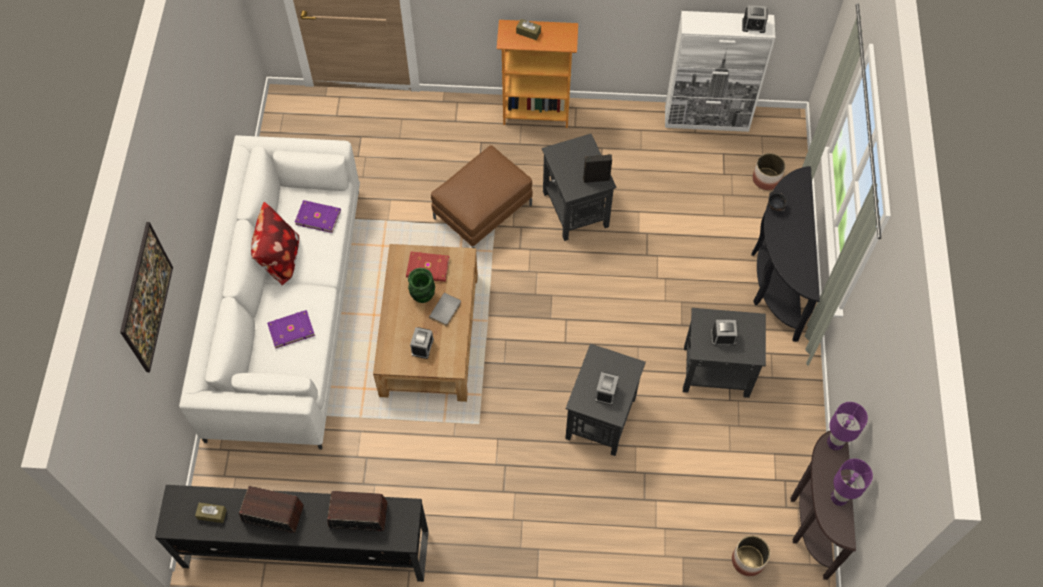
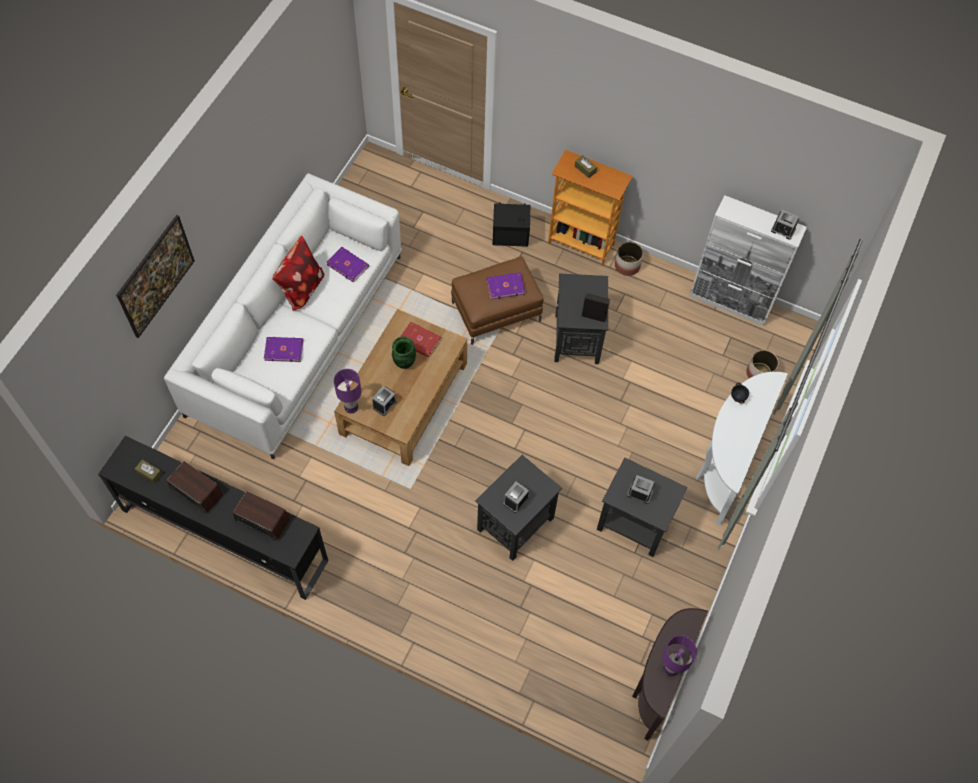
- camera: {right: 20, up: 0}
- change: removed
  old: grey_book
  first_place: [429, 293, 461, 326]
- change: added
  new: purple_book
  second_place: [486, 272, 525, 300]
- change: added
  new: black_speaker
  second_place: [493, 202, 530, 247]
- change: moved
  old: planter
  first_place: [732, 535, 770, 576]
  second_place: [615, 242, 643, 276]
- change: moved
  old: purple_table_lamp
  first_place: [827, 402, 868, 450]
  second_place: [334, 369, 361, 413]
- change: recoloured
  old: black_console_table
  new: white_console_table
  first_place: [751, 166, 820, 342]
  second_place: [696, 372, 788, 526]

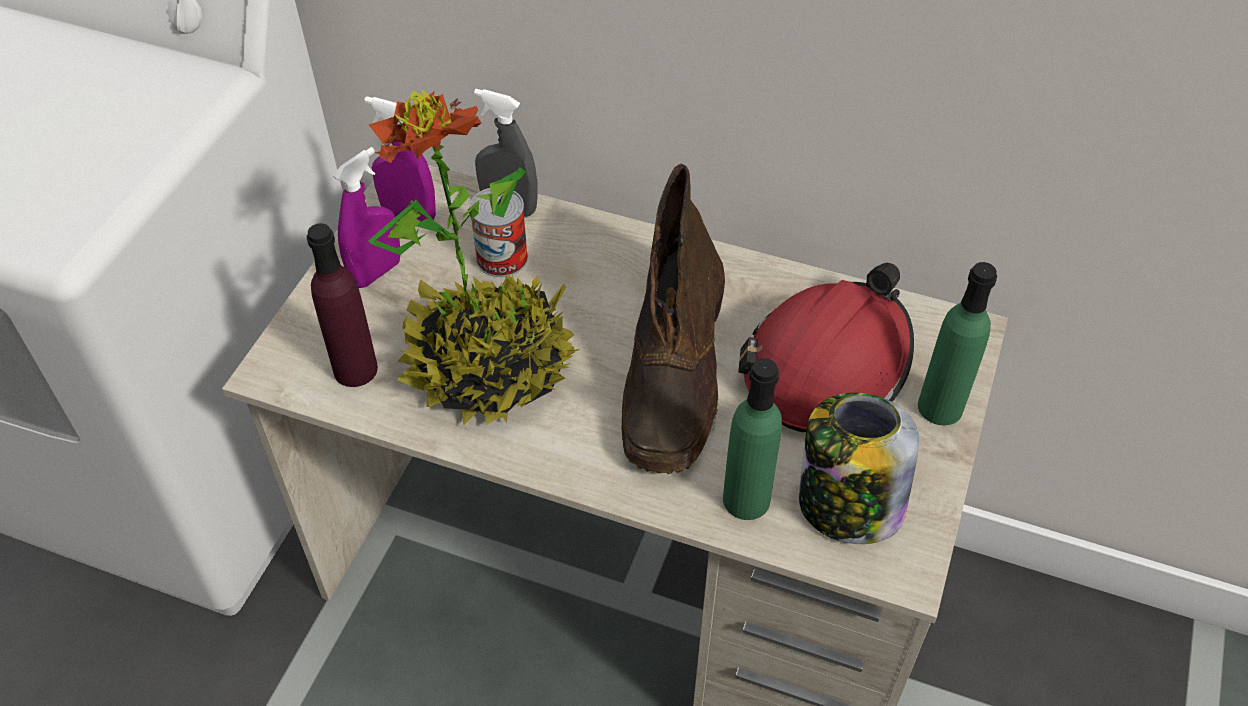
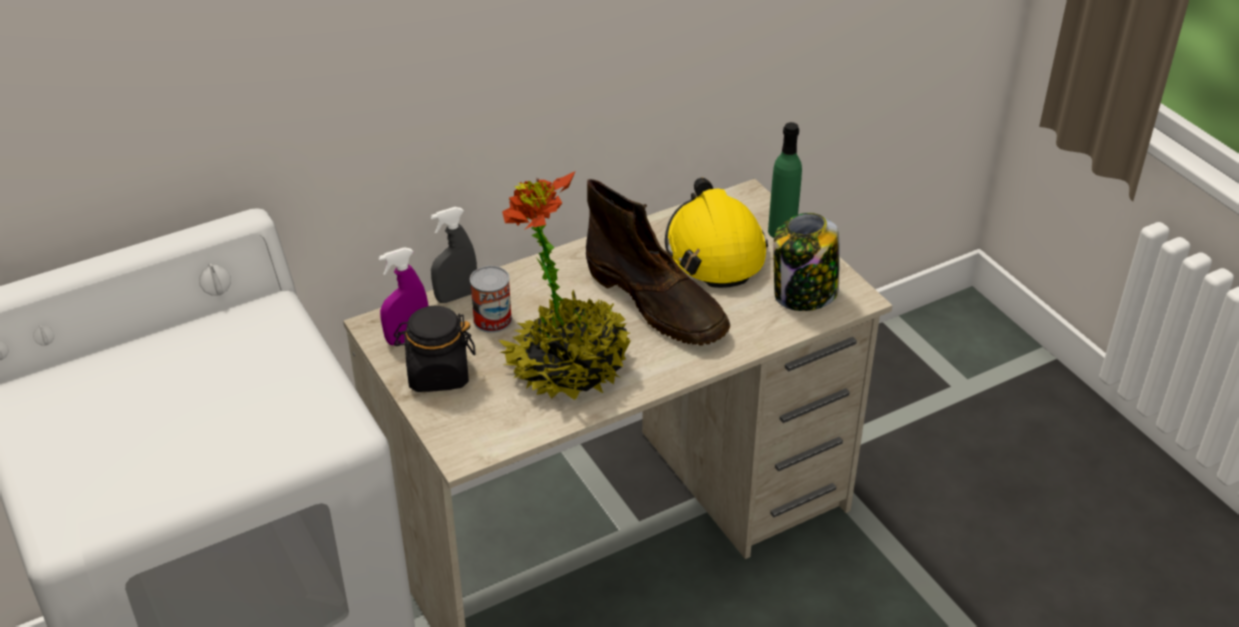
- camera: {right: -50, up: -10}
- change: removed
  old: purple_bottle
  first_place: [307, 223, 378, 387]
- change: removed
  old: green_bottle
  first_place: [723, 358, 782, 520]
- change: replaced
  old: purple_spray_bottle
  new: black_jar
  first_place: [333, 147, 400, 288]
  second_place: [394, 306, 476, 392]
- change: recoloured
  old: red_hard_hat
  new: yellow_hard_hat
  first_place: [738, 263, 914, 432]
  second_place: [665, 178, 768, 288]

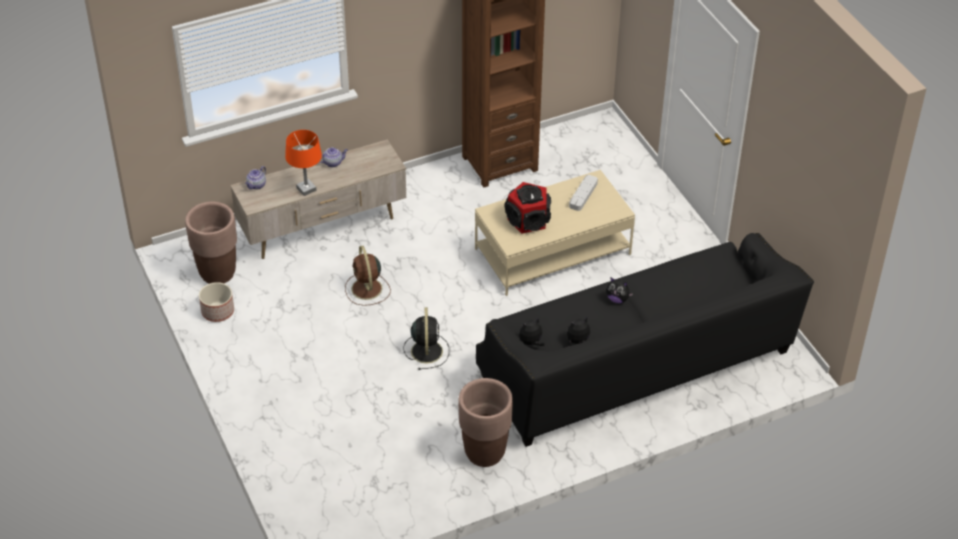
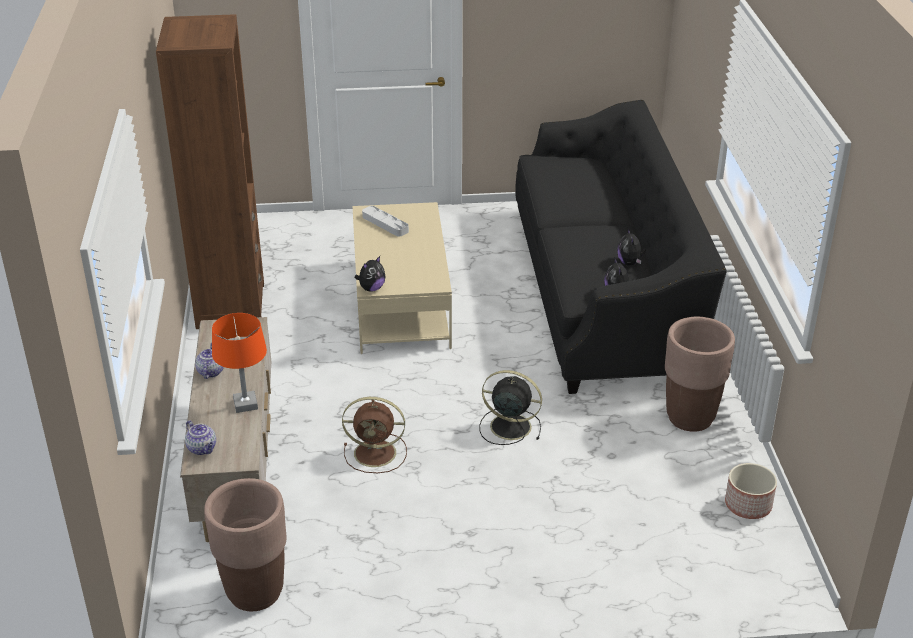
- camera: {right: -70, up: -10}
- change: removed
  old: speaker
  first_place: [504, 182, 551, 233]
- change: moved
  old: planter
  first_place: [199, 282, 234, 322]
  second_place: [725, 463, 777, 519]
- change: moved
  old: plush_toy
  first_place: [606, 278, 633, 303]
  second_place: [354, 256, 385, 292]

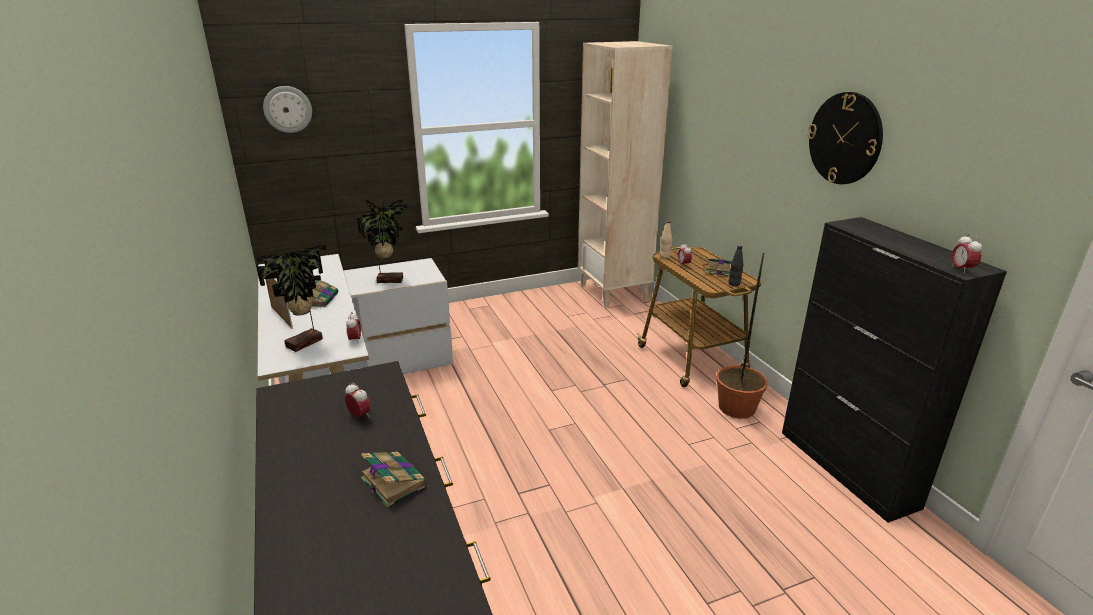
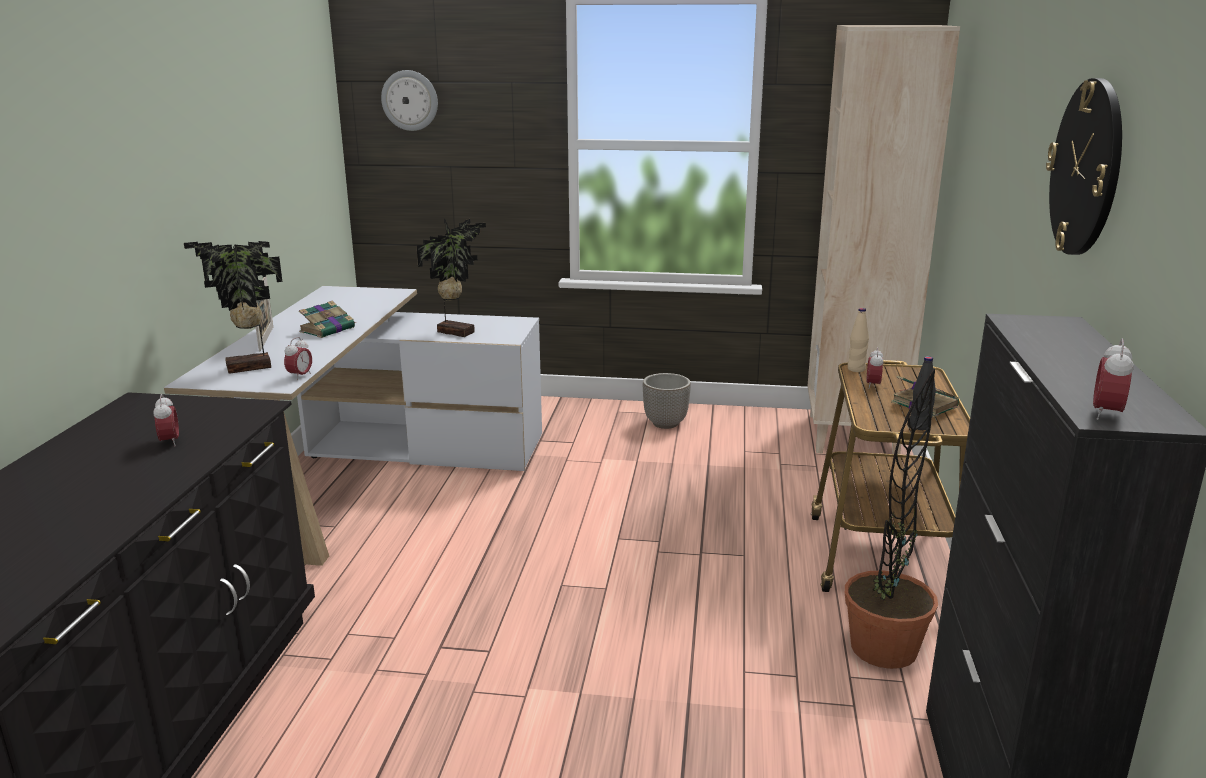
- camera: {right: 30, up: -5}
- change: removed
  old: book
  first_place: [361, 452, 427, 507]
- change: added
  new: planter
  second_place: [643, 373, 691, 429]

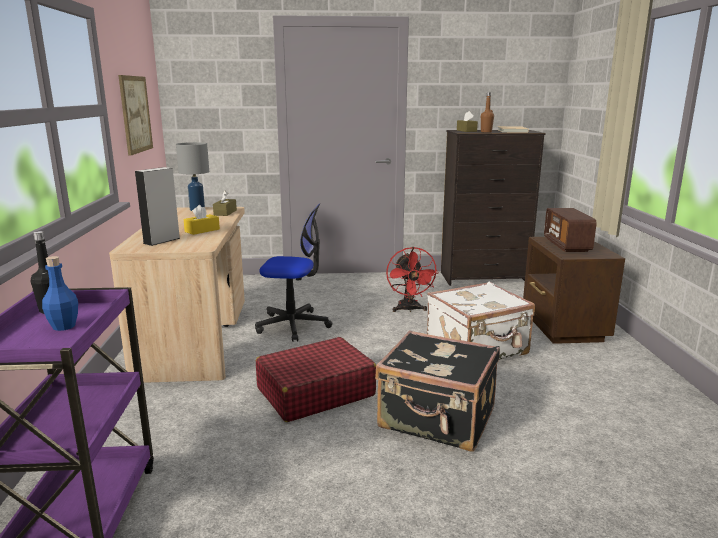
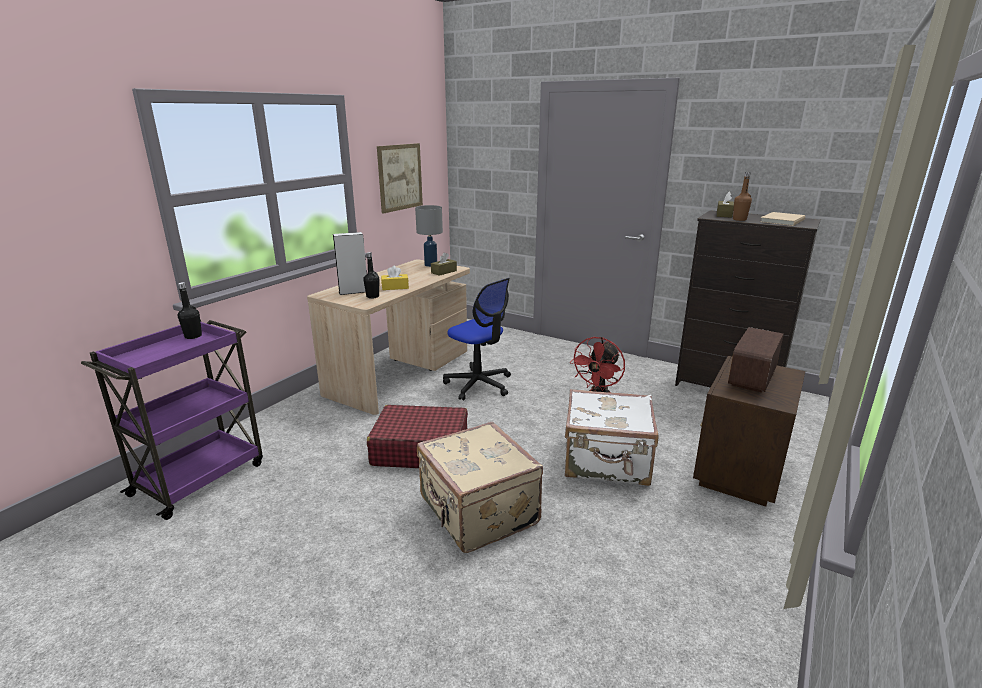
- camera: {right: 35, up: 5}
- change: removed
  old: blue_bottle
  first_place: [42, 256, 78, 331]
- change: added
  new: black_bottle
  second_place: [363, 252, 379, 298]
- change: recoloured
  old: black_suitcase
  new: beige_suitcase
  first_place: [375, 330, 500, 452]
  second_place: [417, 421, 543, 553]

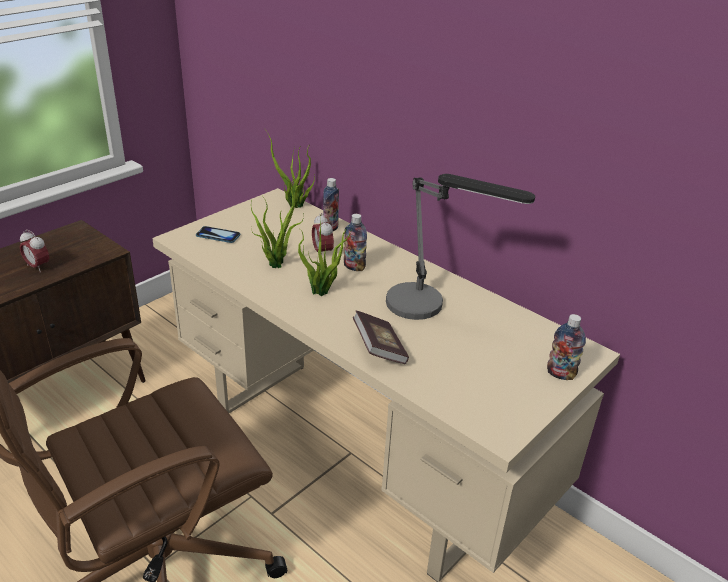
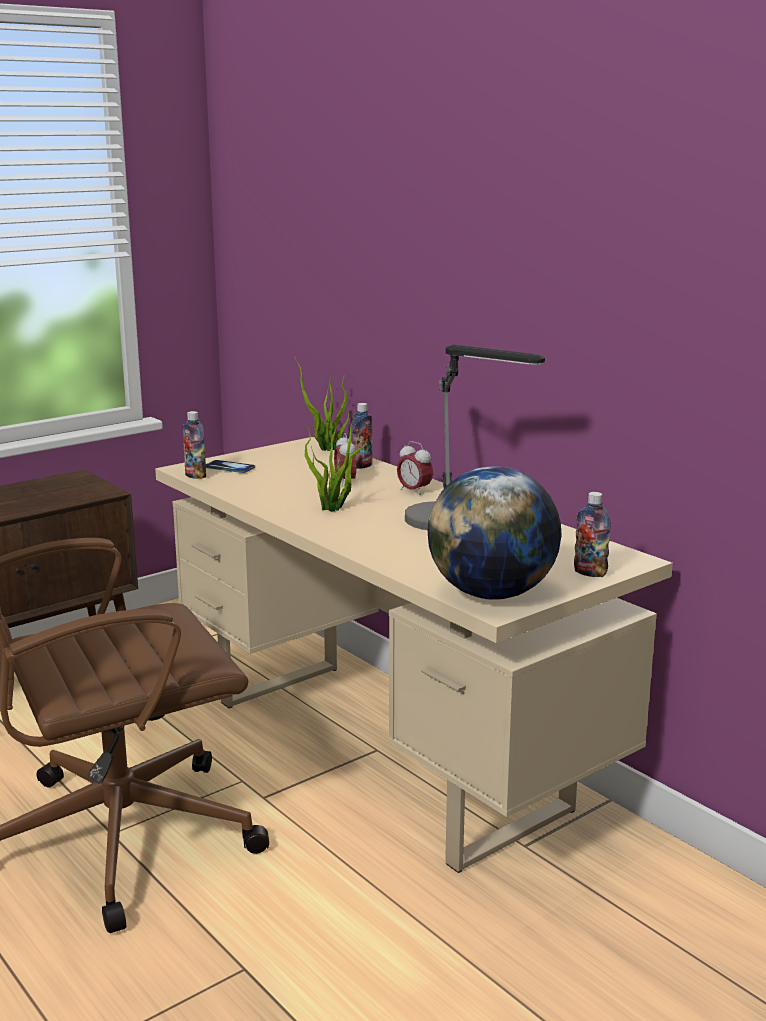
- camera: {right: 10, up: -15}
- change: removed
  old: potted_plant
  first_place: [251, 172, 304, 268]
- change: removed
  old: book
  first_place: [353, 311, 409, 364]
- change: added
  new: globe
  second_place: [428, 466, 562, 600]
- change: moved
  old: alarm_clock
  first_place: [20, 230, 49, 273]
  second_place: [397, 441, 433, 496]
- change: moved
  old: bottle
  first_place: [344, 214, 367, 271]
  second_place: [183, 411, 206, 479]

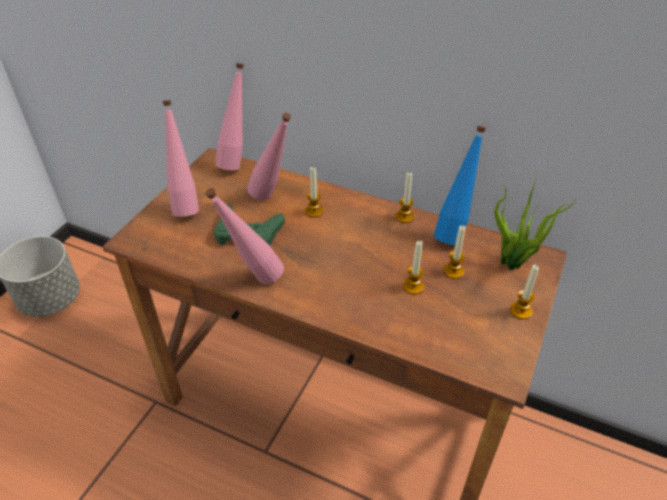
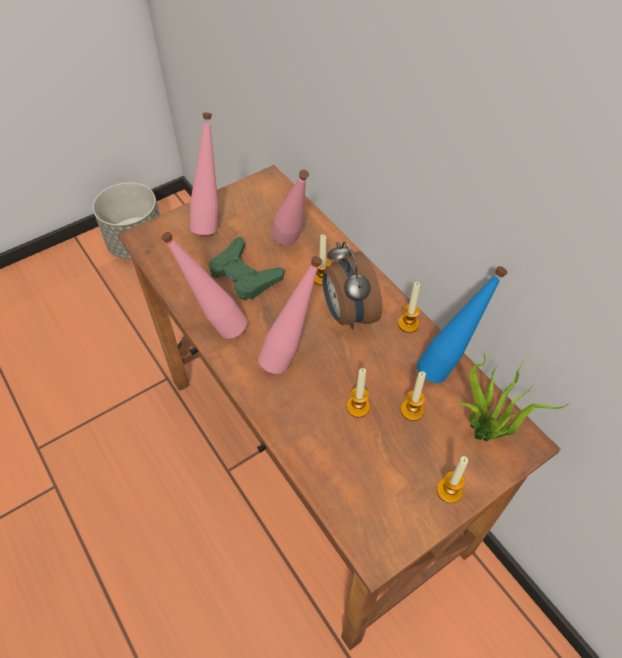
- camera: {right: 30, up: 10}
- change: added
  new: alarm_clock
  second_place: [322, 242, 382, 329]
- change: moved
  old: pink_bottle
  first_place: [215, 63, 244, 170]
  second_place: [258, 256, 323, 374]

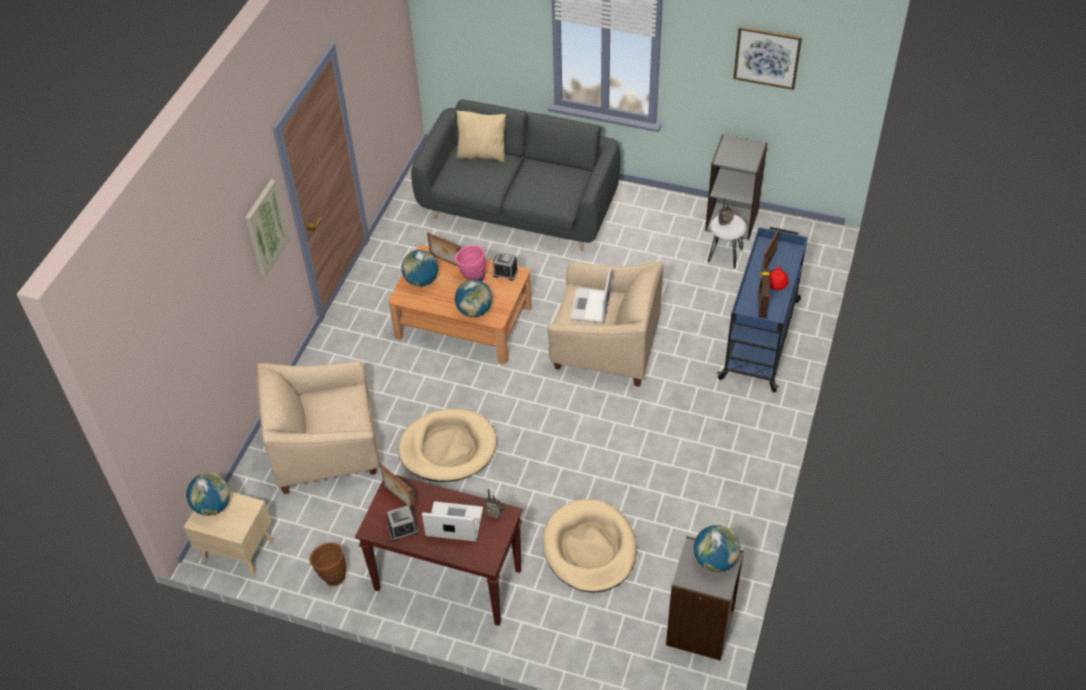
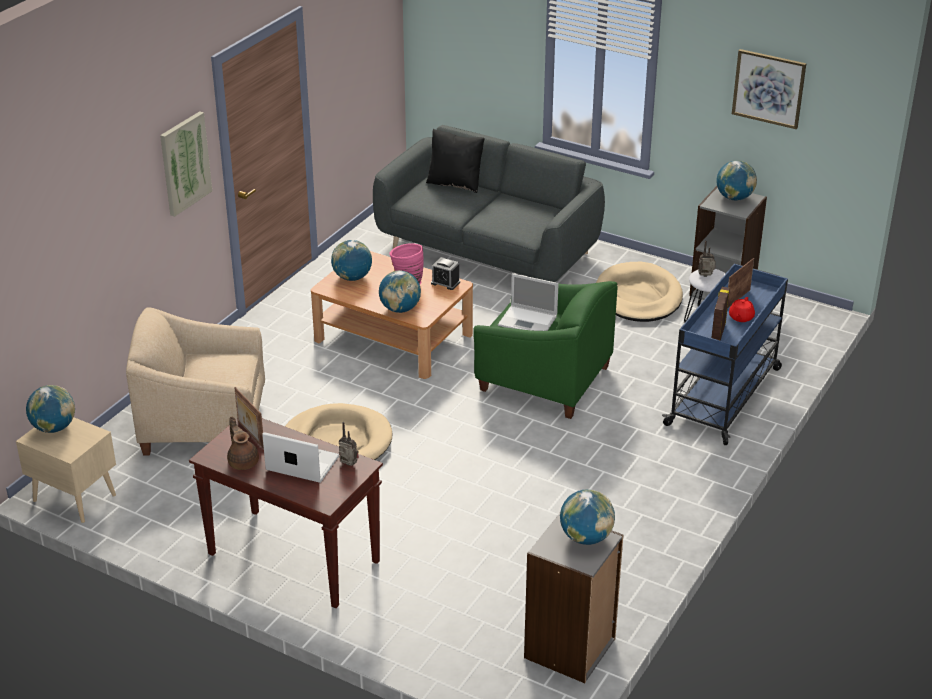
- camera: {right: 10, up: -15}
- change: removed
  old: brown_vase
  first_place: [309, 542, 346, 587]
- change: removed
  old: picture_frame
  first_place: [427, 232, 461, 266]
- change: added
  new: globe
  second_place: [716, 160, 757, 201]
- change: moved
  old: beige_dog_bed
  first_place: [542, 499, 637, 593]
  second_place: [596, 262, 683, 322]
- change: replaced
  old: alarm_clock
  new: brown_teapot
  first_place: [386, 505, 418, 541]
  second_place: [227, 417, 259, 470]
- change: recoloured
  old: beige_pillow
  new: black_pillow
  first_place: [456, 110, 506, 163]
  second_place: [426, 129, 485, 193]
- change: recoloured
  old: beige_armchair
  new: green_armchair
  first_place: [548, 262, 663, 387]
  second_place: [473, 281, 618, 419]
- change: turned
  old: laptop
  first_place: [570, 268, 611, 324]
  second_place: [498, 273, 559, 331]
  degrees: -90

